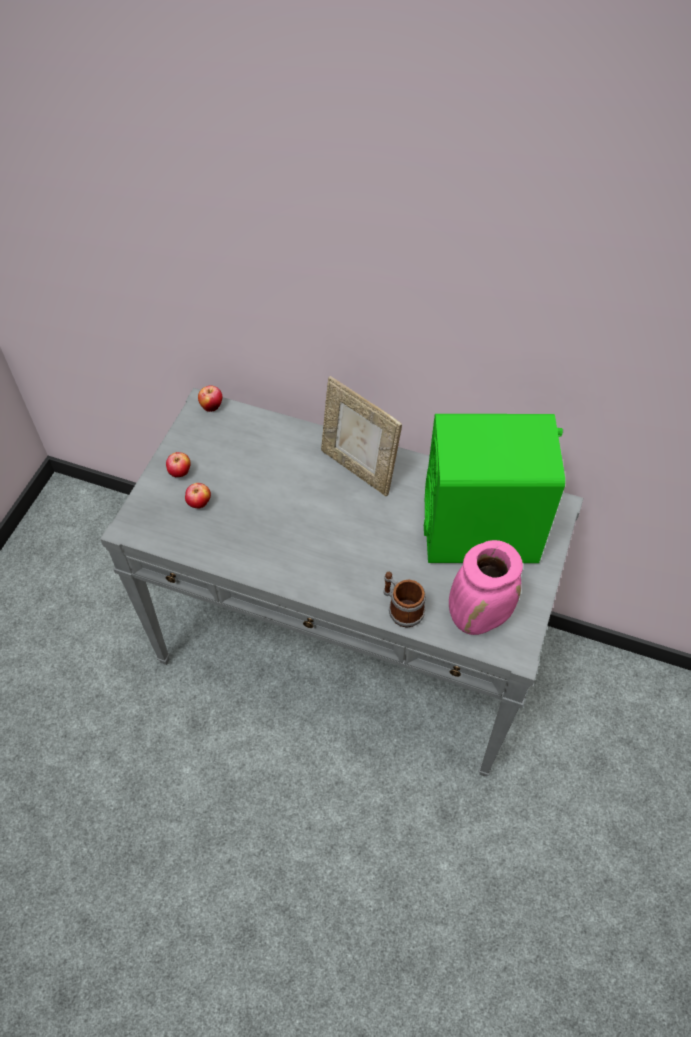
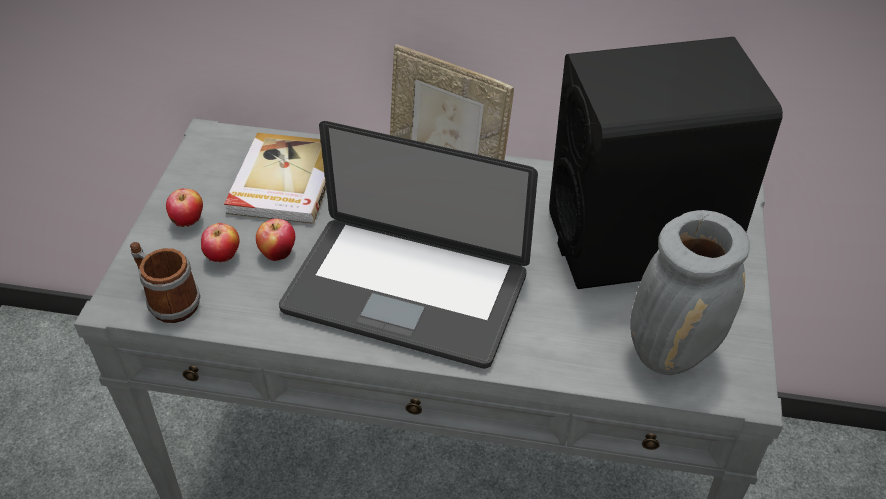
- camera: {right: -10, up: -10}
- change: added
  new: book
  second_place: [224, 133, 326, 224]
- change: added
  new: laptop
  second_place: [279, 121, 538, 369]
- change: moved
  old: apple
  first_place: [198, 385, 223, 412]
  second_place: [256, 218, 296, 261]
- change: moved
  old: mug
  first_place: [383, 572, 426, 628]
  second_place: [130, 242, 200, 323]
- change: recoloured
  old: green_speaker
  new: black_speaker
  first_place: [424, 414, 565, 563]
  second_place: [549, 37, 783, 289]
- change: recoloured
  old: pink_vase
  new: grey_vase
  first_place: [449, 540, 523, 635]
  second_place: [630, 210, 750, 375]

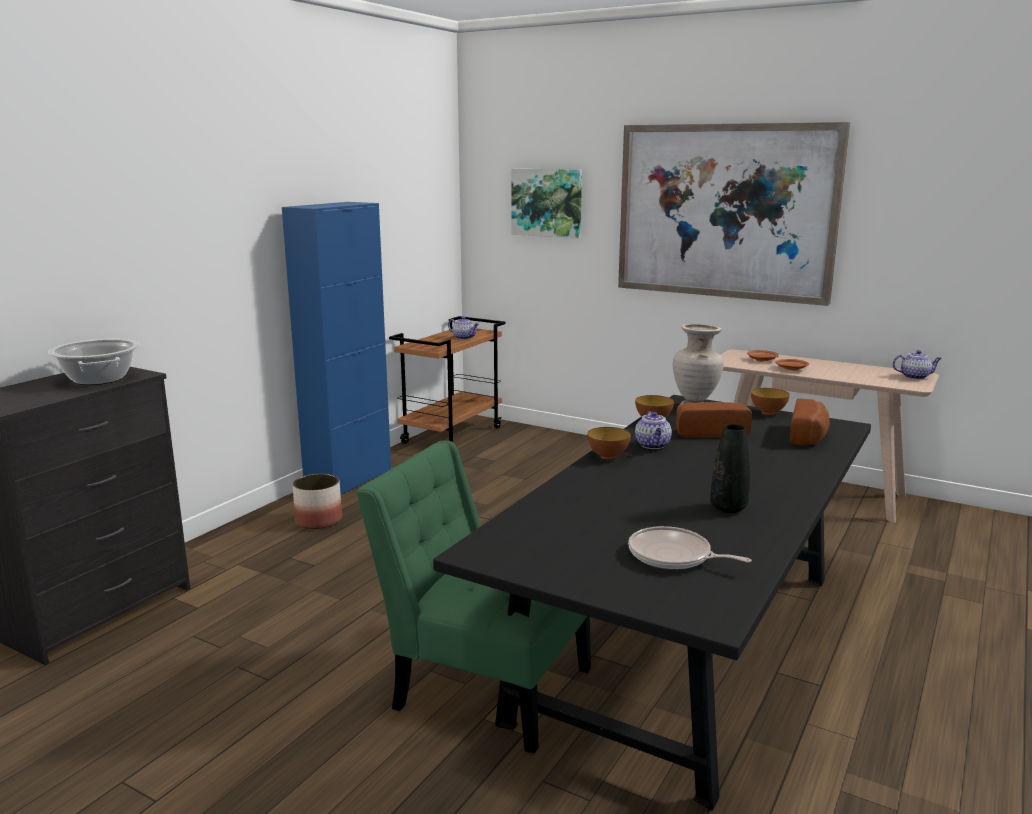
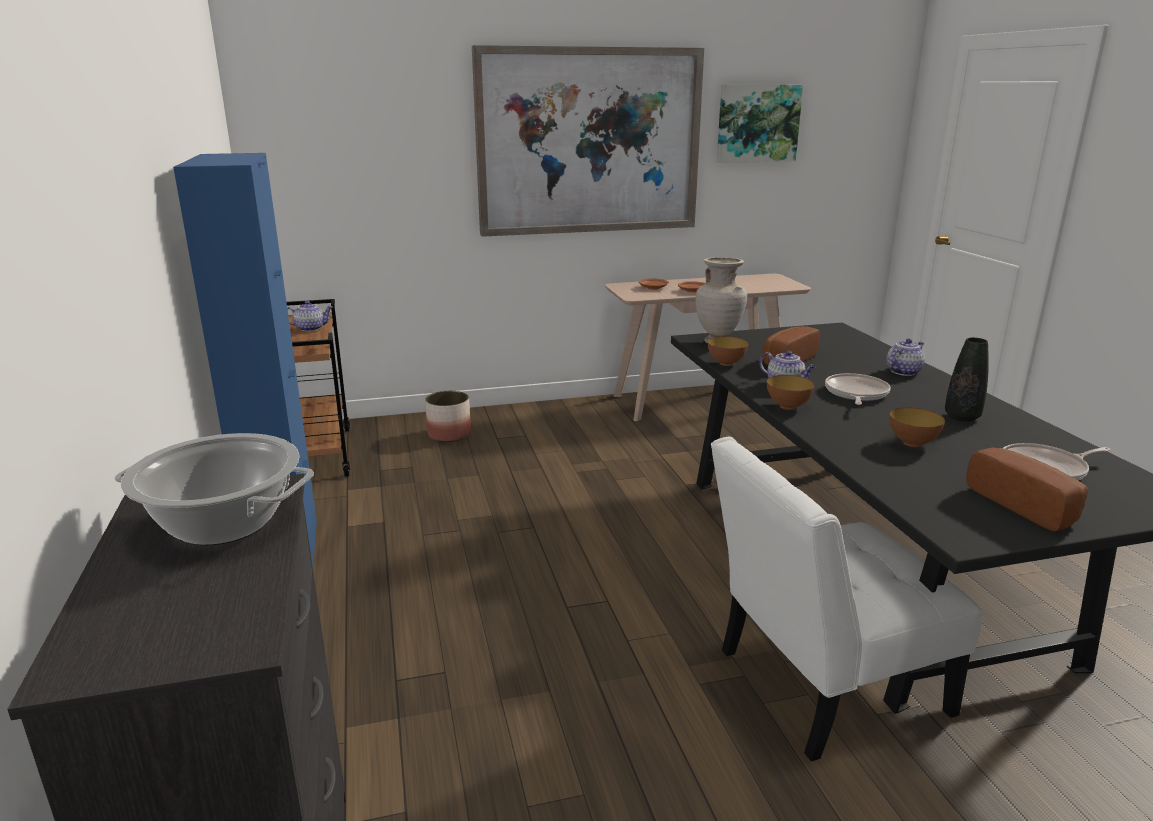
- camera: {right: -45, up: 5}
- change: added
  new: frying_pan
  second_place: [825, 373, 891, 405]
- change: moved
  old: planter
  first_place: [292, 474, 342, 529]
  second_place: [425, 391, 471, 442]
- change: moved
  old: picture
  first_place: [511, 169, 582, 239]
  second_place: [717, 85, 803, 163]
- change: moved
  old: bowl
  first_place: [751, 388, 790, 415]
  second_place: [889, 407, 945, 447]
- change: moved
  old: bread
  first_place: [790, 398, 830, 445]
  second_place: [966, 447, 1088, 532]
- change: moved
  old: teapot
  first_place: [892, 350, 942, 379]
  second_place: [887, 338, 925, 376]
- change: recoloured
  old: green_chair
  new: white_chair
  first_place: [356, 441, 591, 754]
  second_place: [711, 437, 983, 762]

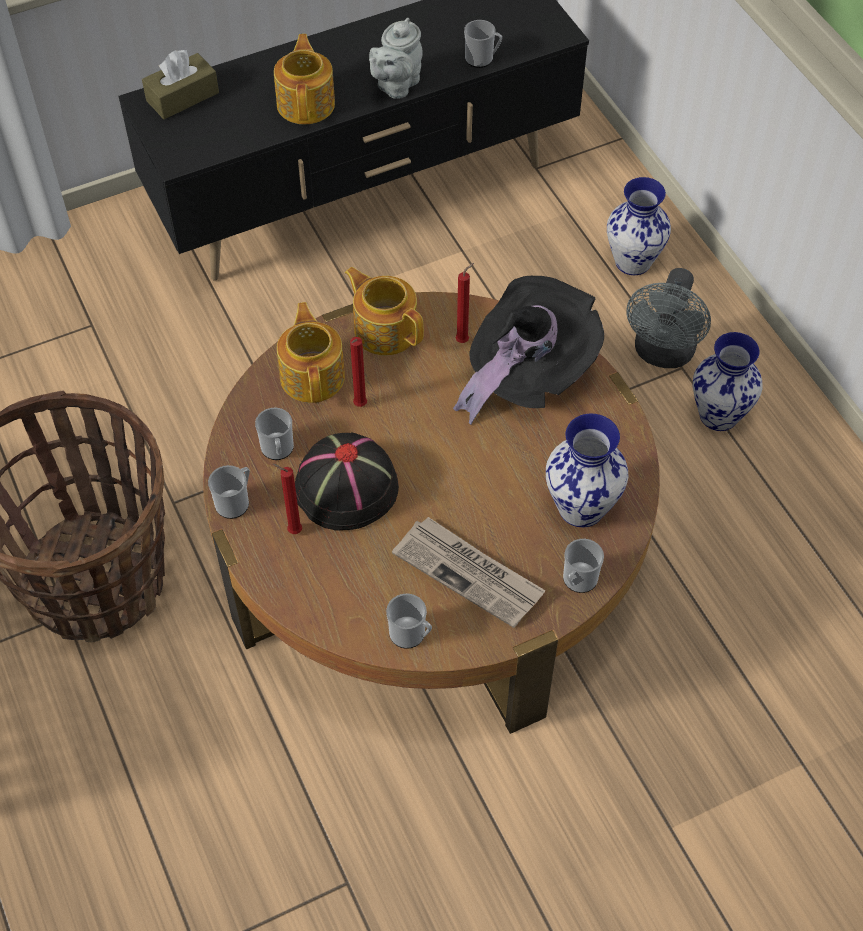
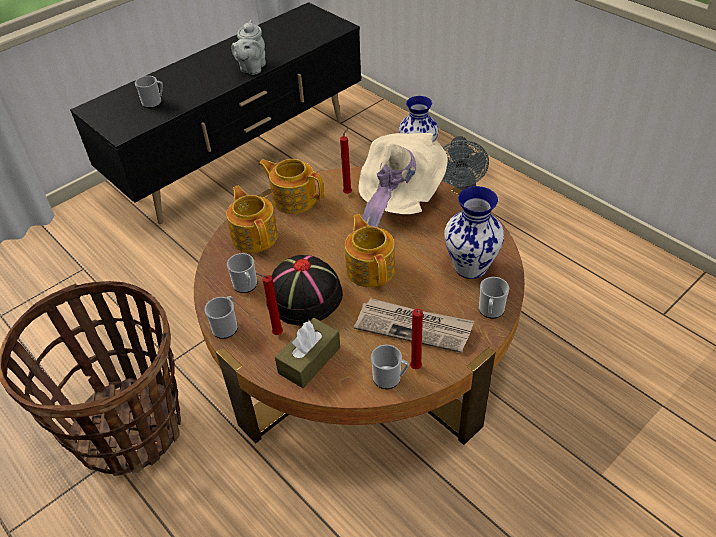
- camera: {right: -15, up: -10}
- change: removed
  old: vase
  first_place: [693, 332, 762, 431]
- change: moved
  old: brown_tissue_box
  first_place: [142, 50, 219, 119]
  second_place: [275, 318, 340, 388]
- change: moved
  old: teapot
  first_place: [274, 34, 335, 124]
  second_place: [345, 214, 395, 288]
- change: moved
  old: red_candle
  first_place: [350, 337, 367, 407]
  second_place: [410, 309, 423, 369]
- change: moved
  old: mug
  first_place: [464, 20, 502, 68]
  second_place: [135, 76, 163, 108]
- change: recoloured
  old: black_hat
  new: beige_hat
  first_place: [453, 276, 604, 425]
  second_place: [358, 133, 448, 228]

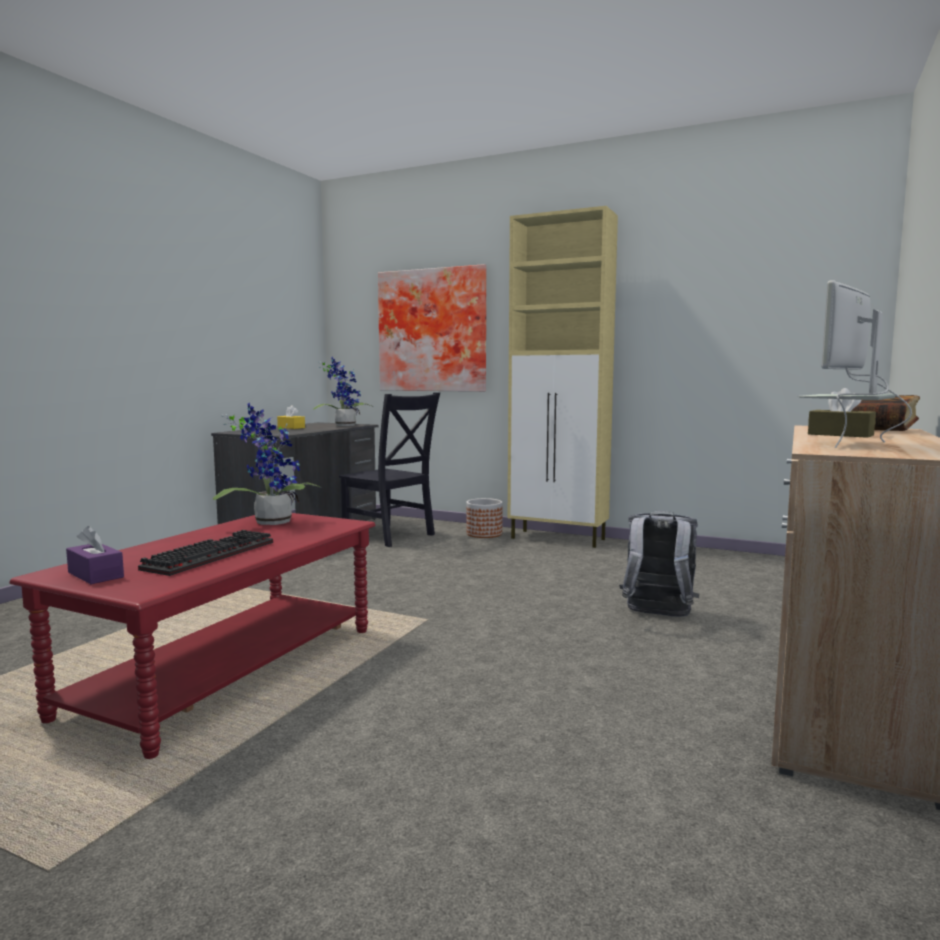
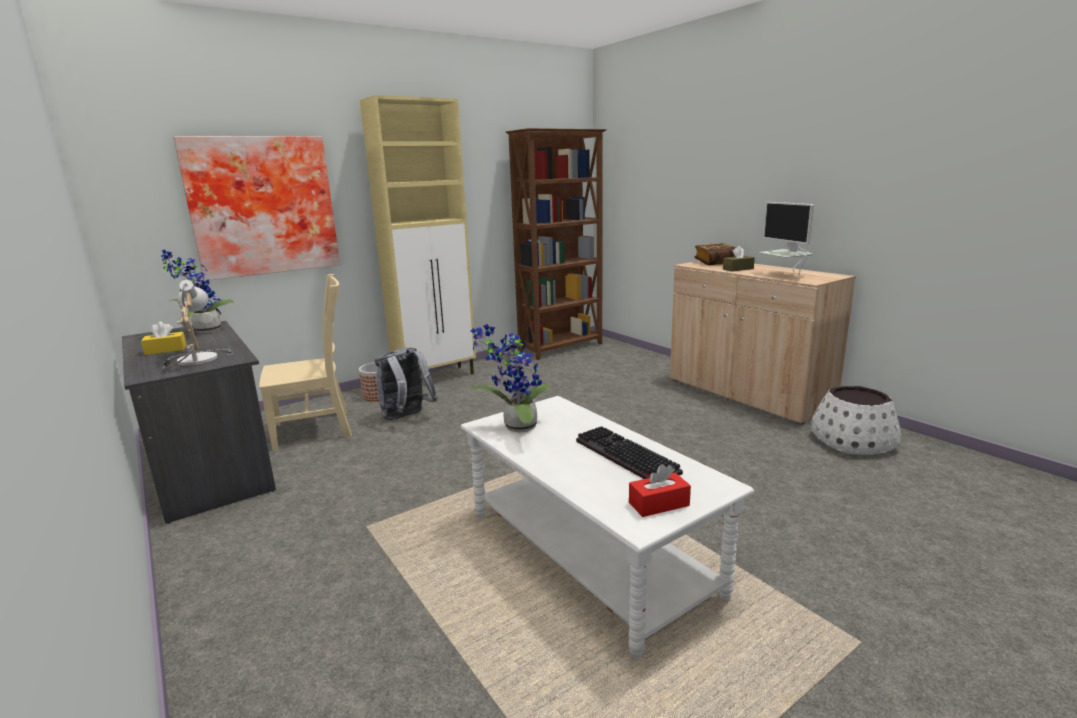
- camera: {right: -60, up: 10}
- change: added
  new: table_lamp
  second_place: [162, 280, 233, 369]
- change: added
  new: brown_bookcase
  second_place: [506, 128, 607, 360]
- change: added
  new: white_planter
  second_place: [811, 386, 901, 455]
- change: moved
  old: grey_backpack
  first_place: [619, 511, 699, 617]
  second_place: [375, 348, 438, 420]
- change: recoloured
  old: red_coffee_table
  new: white_coffee_table
  first_place: [9, 513, 376, 759]
  second_place: [461, 396, 754, 659]
- change: recoloured
  old: purple_tissue_box
  new: red_tissue_box
  first_place: [66, 526, 124, 584]
  second_place: [629, 464, 691, 517]
- change: recoloured
  old: black_chair
  new: beige_chair
  first_place: [339, 393, 440, 547]
  second_place: [259, 274, 352, 450]

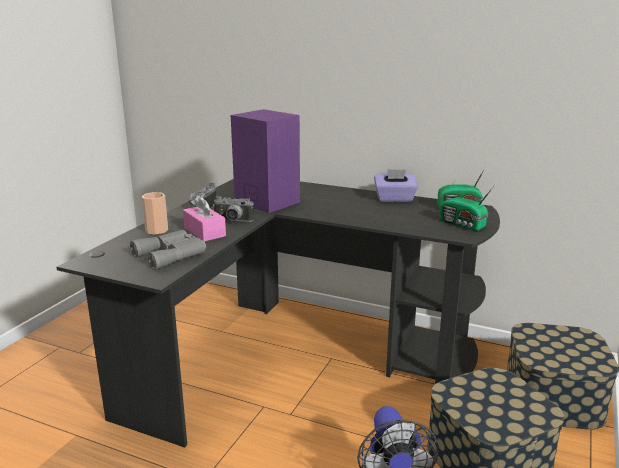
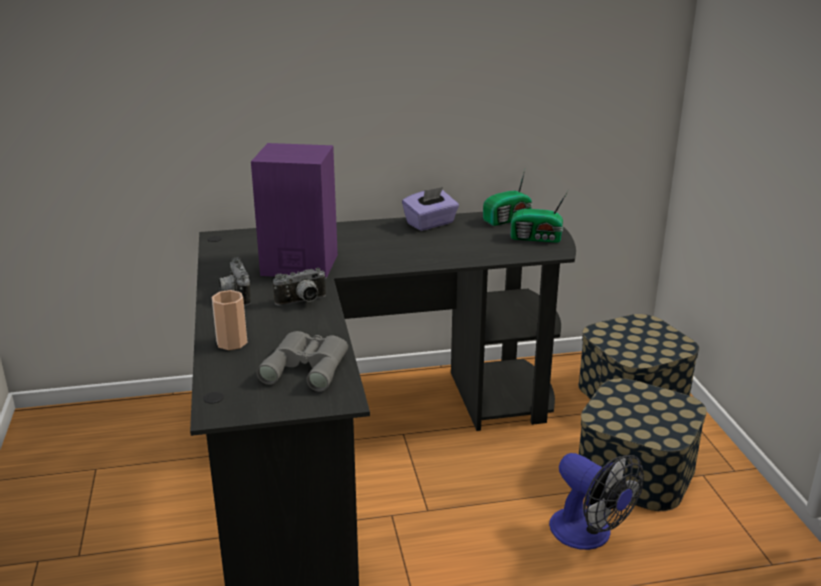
- camera: {right: -35, up: 5}
- change: removed
  old: pink_tissue_box
  first_place: [183, 195, 226, 242]

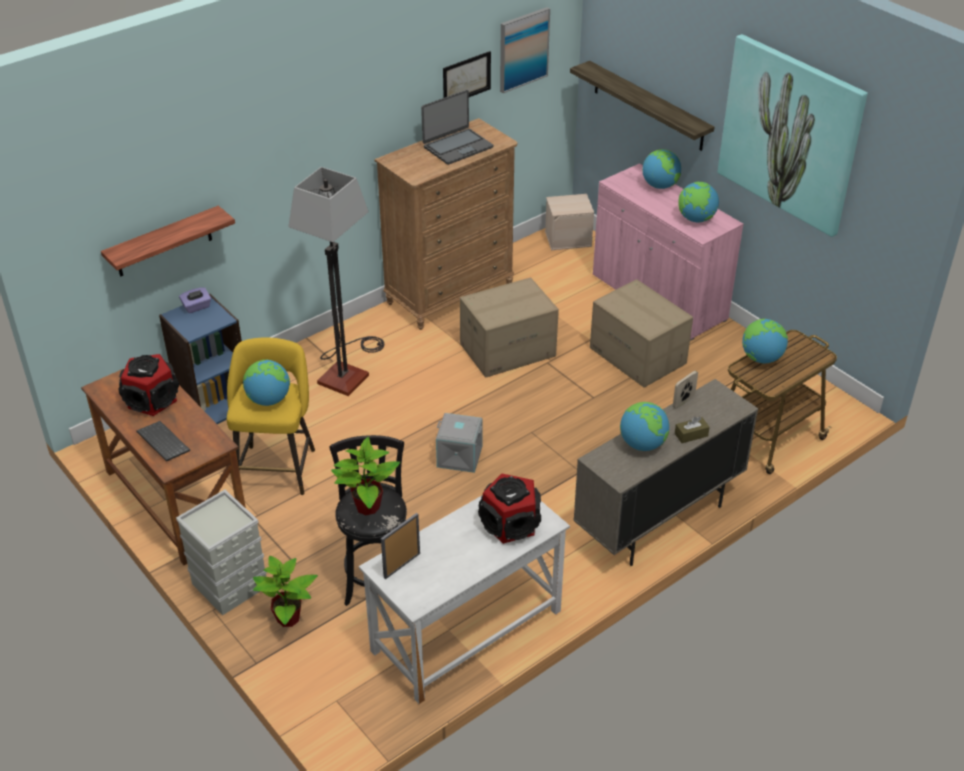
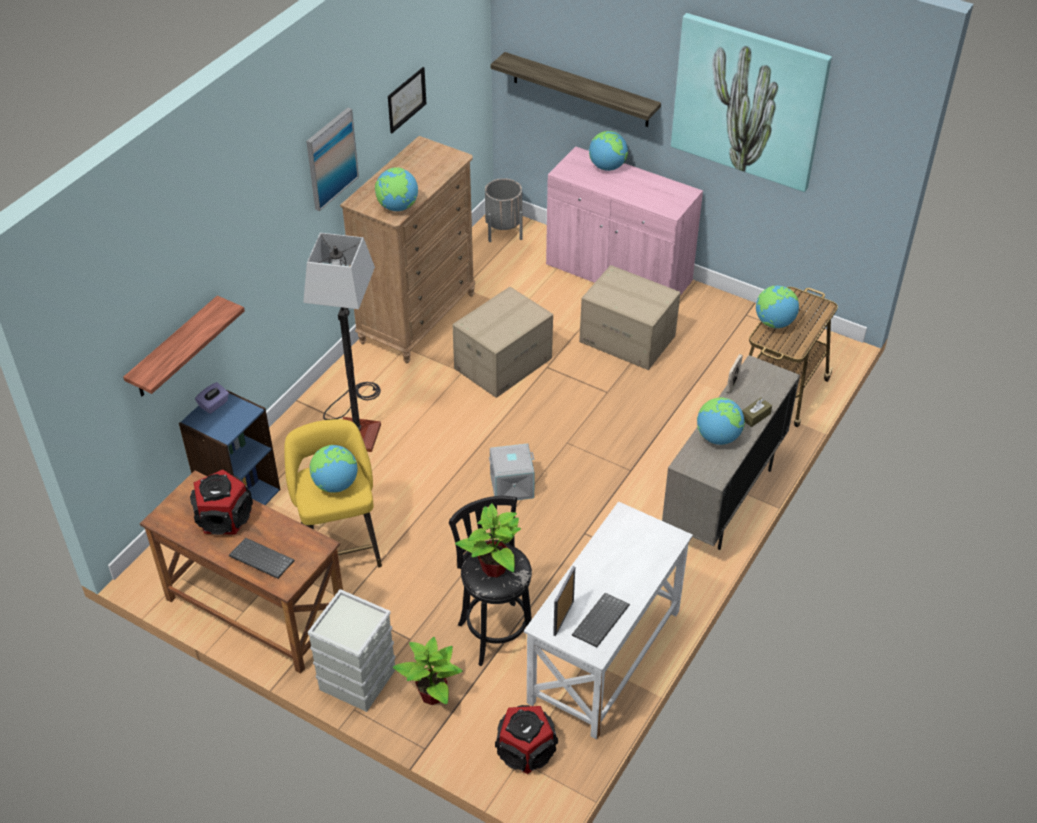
- camera: {right: -20, up: 5}
- change: removed
  old: laptop
  first_place: [421, 90, 493, 165]
- change: added
  new: keyboard
  second_place: [572, 593, 630, 647]
- change: moved
  old: speaker
  first_place: [478, 473, 541, 544]
  second_place: [495, 705, 558, 774]
- change: moved
  old: picture
  first_place: [500, 7, 550, 93]
  second_place: [306, 108, 359, 211]
- change: moved
  old: globe
  first_place: [678, 182, 719, 222]
  second_place: [375, 167, 418, 211]
- change: replaced
  old: beige_storage_box
  new: grey_planter
  first_place: [545, 194, 594, 250]
  second_place: [485, 178, 522, 242]

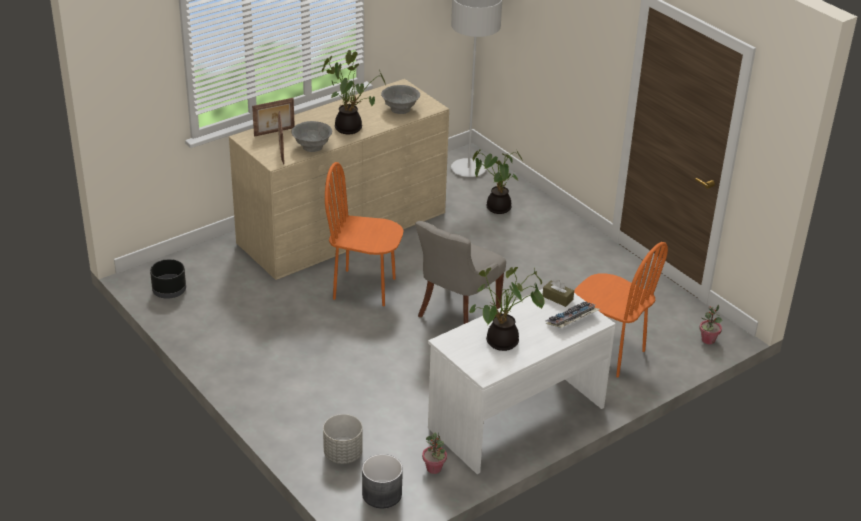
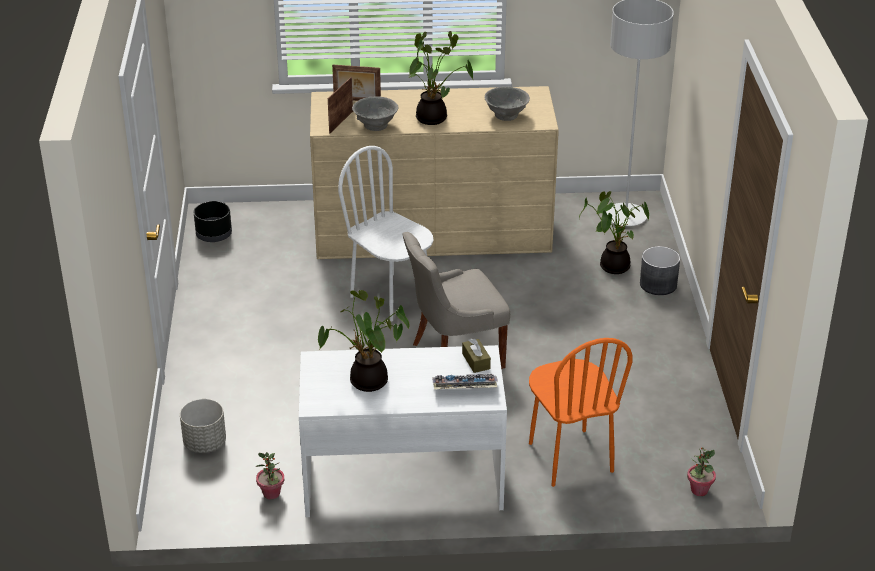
- camera: {right: 35, up: 0}
- change: moved
  old: grey_planter
  first_place: [362, 454, 403, 508]
  second_place: [640, 246, 680, 295]
- change: recoloured
  old: orange_chair
  new: white_chair
  first_place: [325, 162, 404, 306]
  second_place: [338, 146, 433, 322]

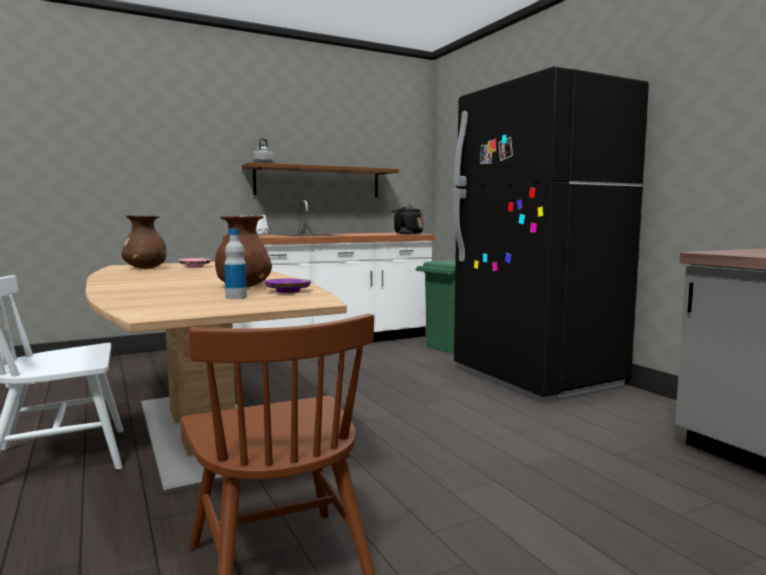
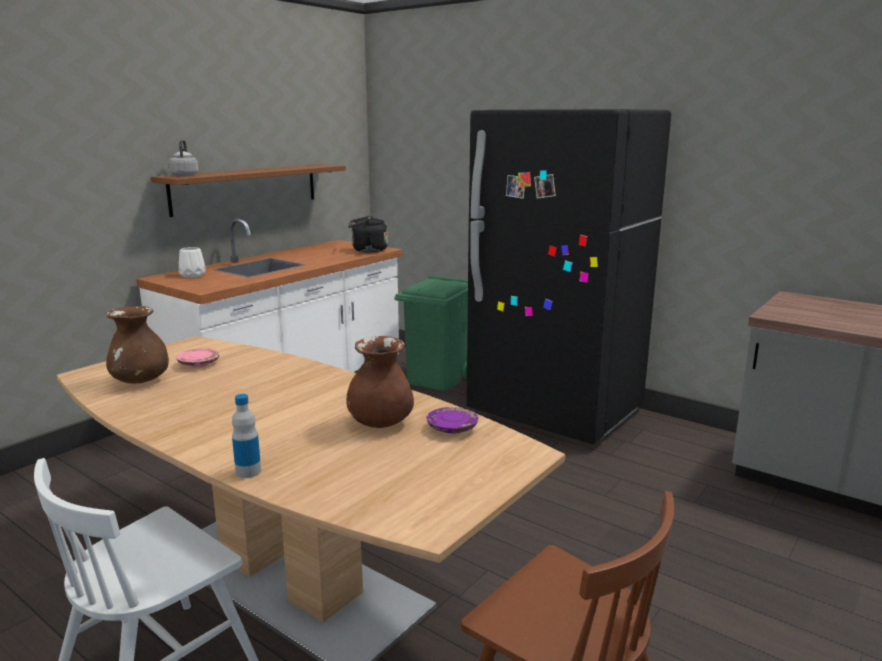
- camera: {right: -25, up: 10}
- change: moved
  old: bottle
  first_place: [224, 229, 247, 299]
  second_place: [232, 394, 261, 478]

